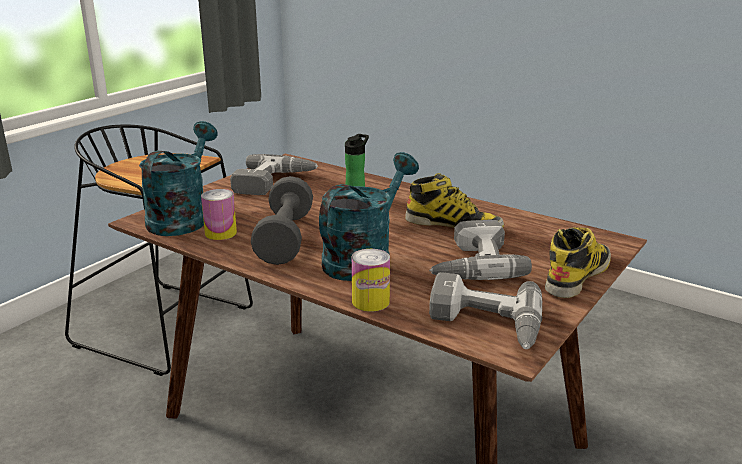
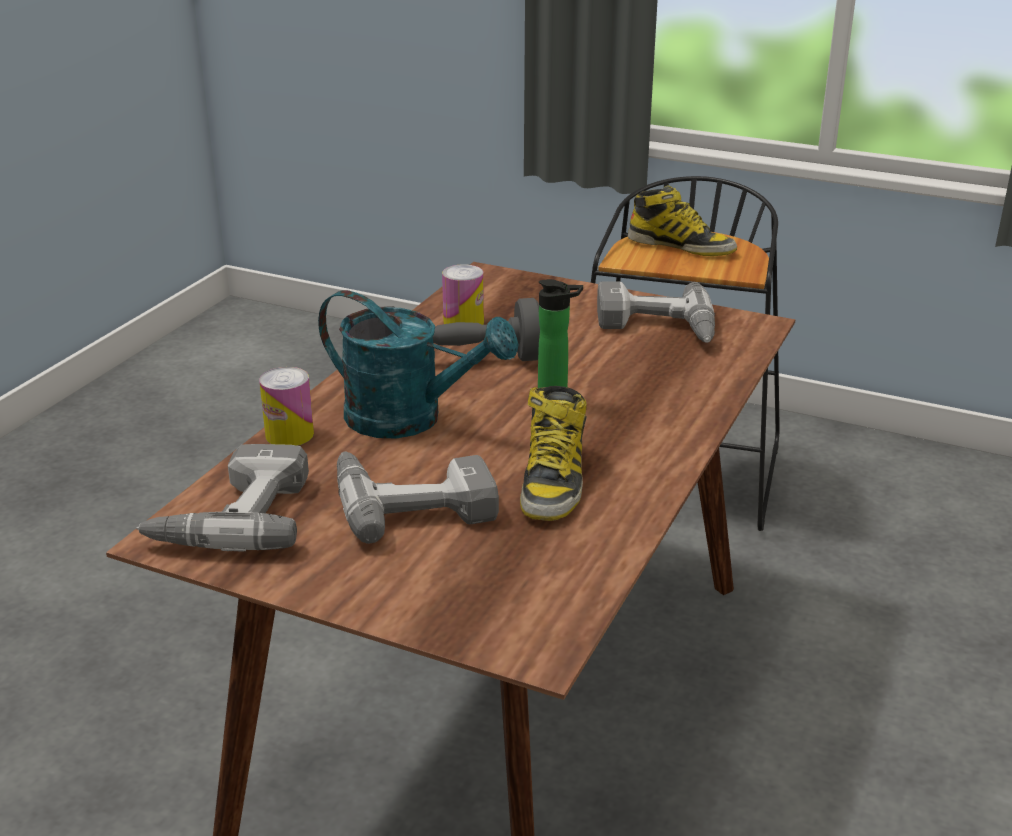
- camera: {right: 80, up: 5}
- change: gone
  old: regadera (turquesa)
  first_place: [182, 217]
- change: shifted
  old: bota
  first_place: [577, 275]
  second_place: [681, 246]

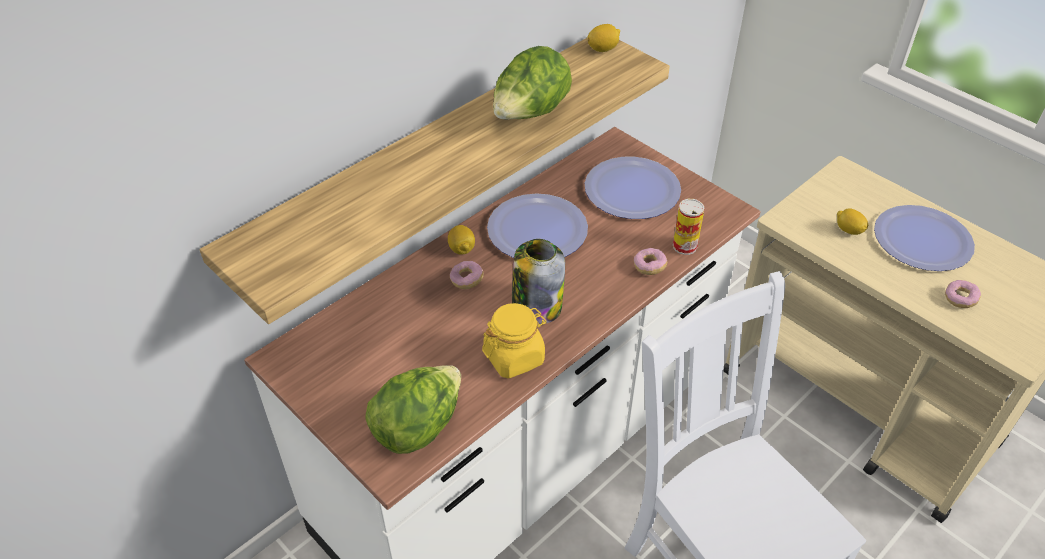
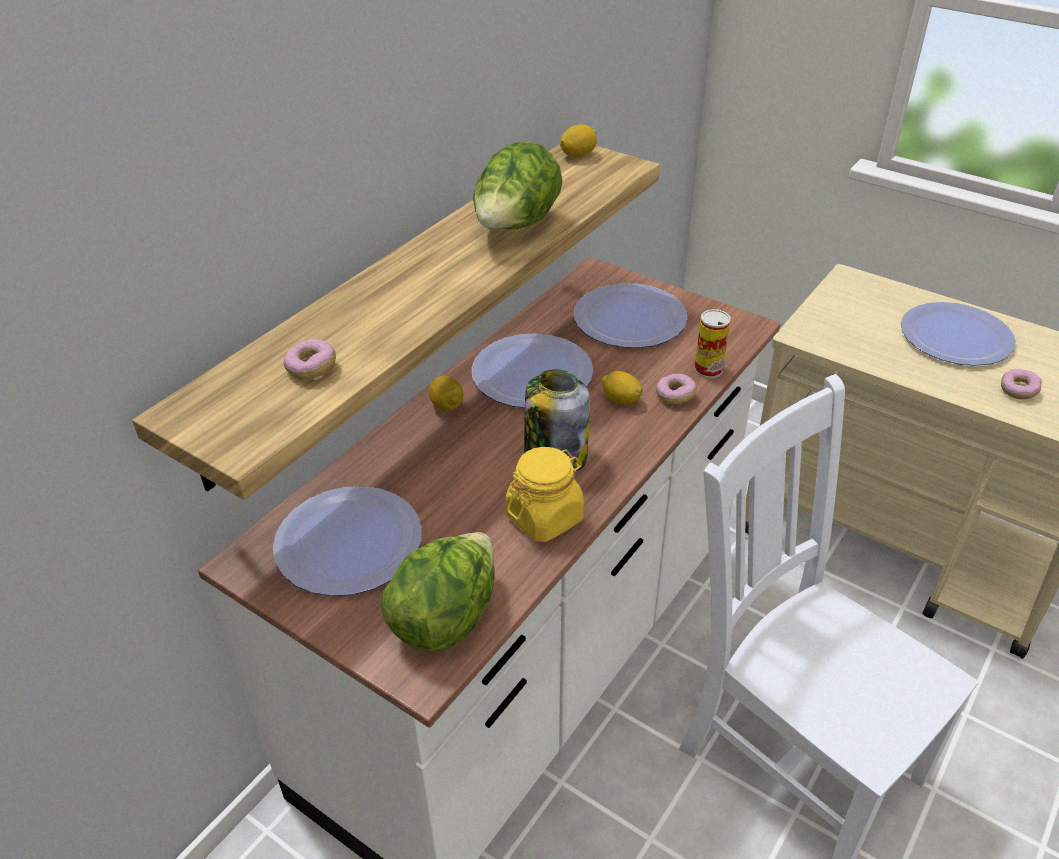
- camera: {right: -10, up: -5}
- change: new
  new: plato
  second_place: [349, 542]
- change: shifted
  old: rosquilla
  first_place: [466, 280]
  second_place: [311, 368]
- change: shifted
  old: limón
  first_place: [848, 230]
  second_place: [621, 400]

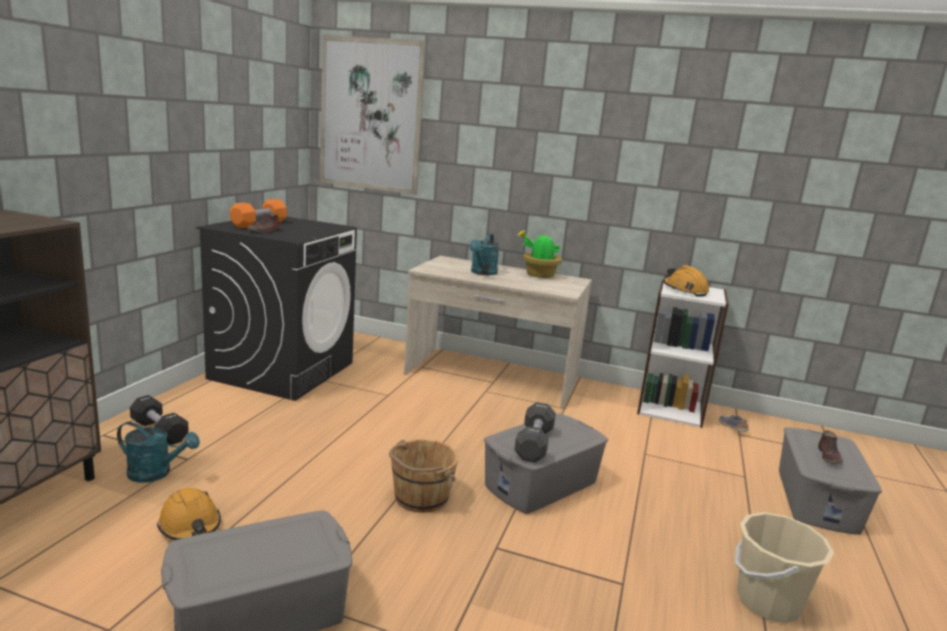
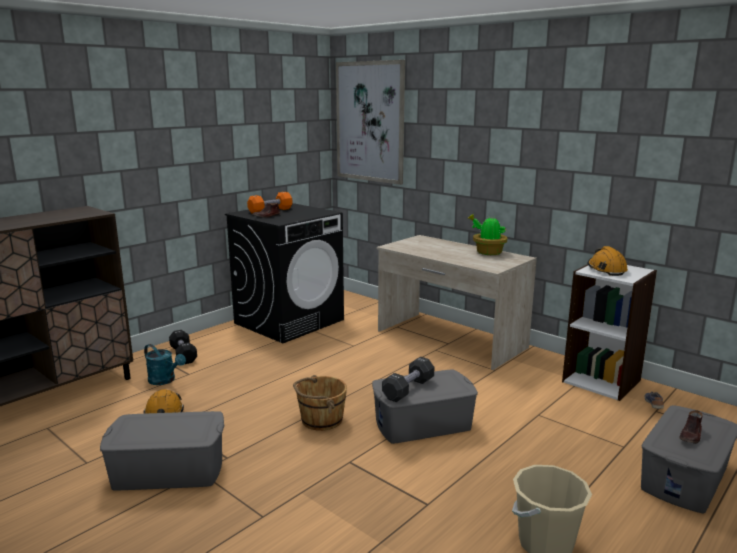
- camera: {right: 25, up: 0}
- change: gone
  old: regadera (turquesa)
  first_place: [482, 273]

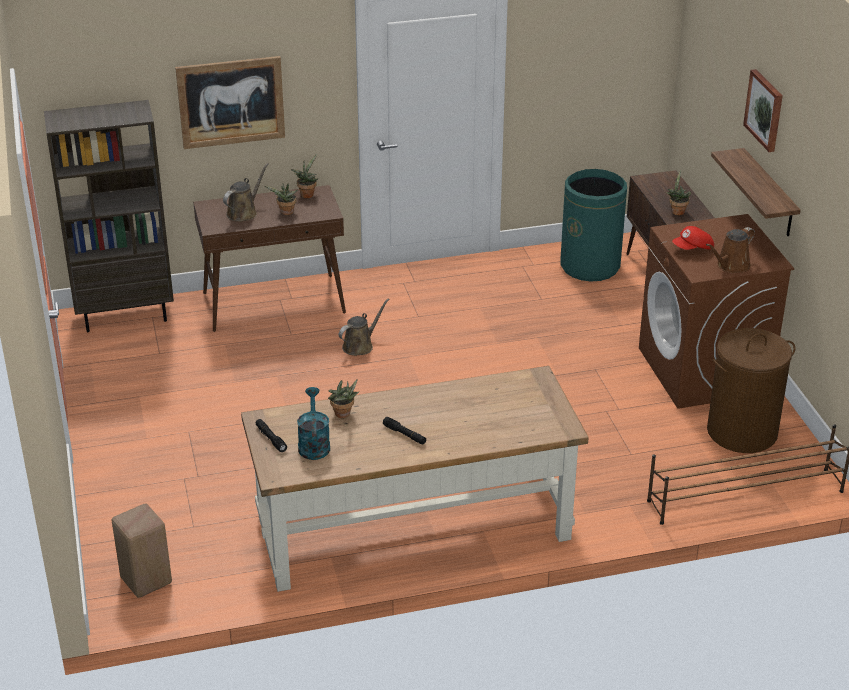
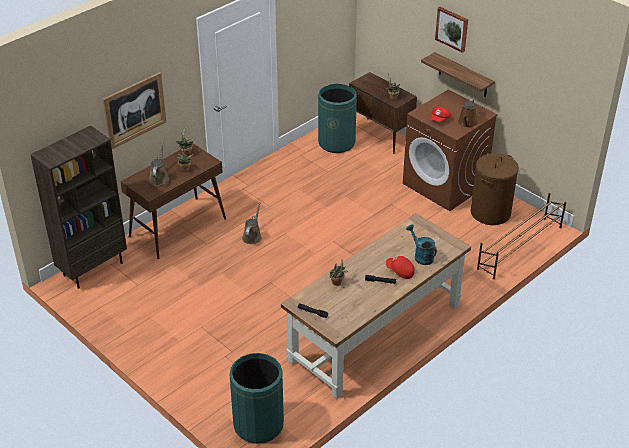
- camera: {right: -30, up: 5}
- change: new
  new: gorra (rojo)
  second_place: [400, 271]
- change: shifted
  old: regadera (turquesa)
  first_place: [313, 444]
  second_place: [421, 256]
- change: swapped
  old: taburete (beis)
  new: papelera (verde)
  first_place: [144, 580]
  second_place: [258, 425]

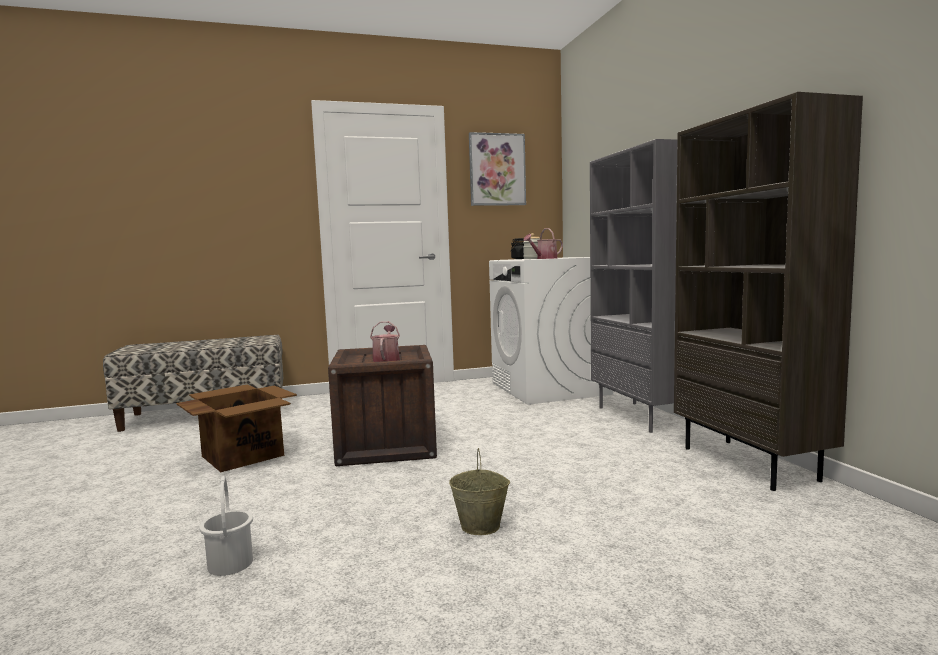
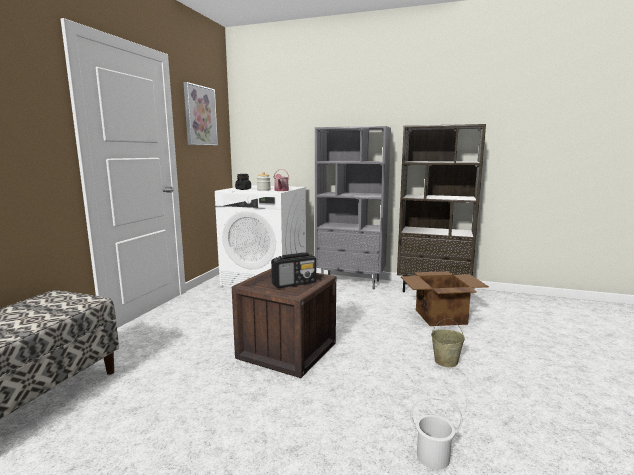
- camera: {right: -55, up: 5}
- change: shifted
  old: caja de cartón
  first_place: [242, 455]
  second_place: [439, 316]
- change: swapped
  old: regadera
  new: radio
  first_place: [386, 359]
  second_place: [294, 283]

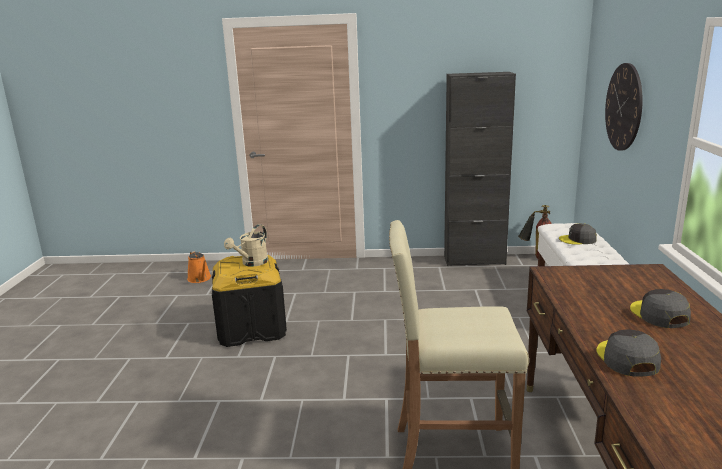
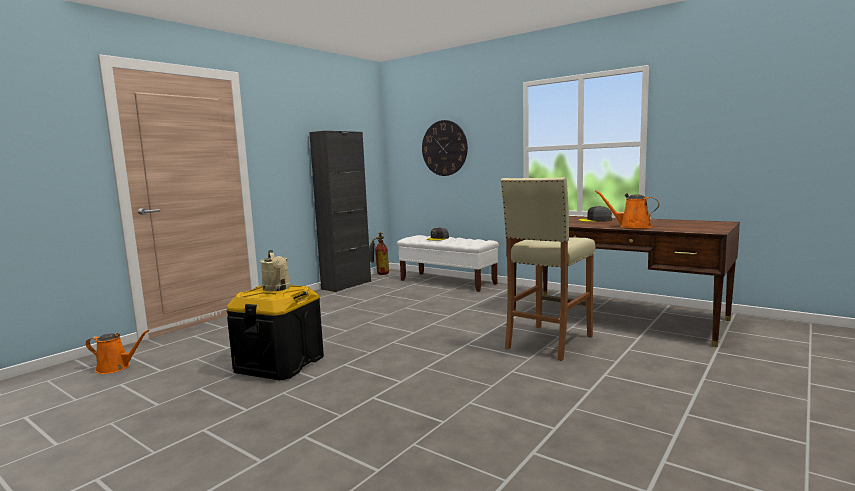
- camera: {right: -55, up: -10}
- change: swapped
  old: gorra (gris)
  new: regadera (naranja)
  first_place: [626, 359]
  second_place: [631, 226]

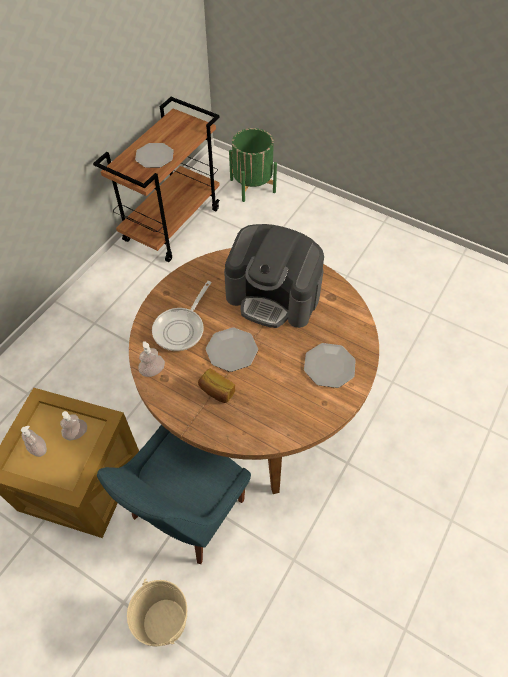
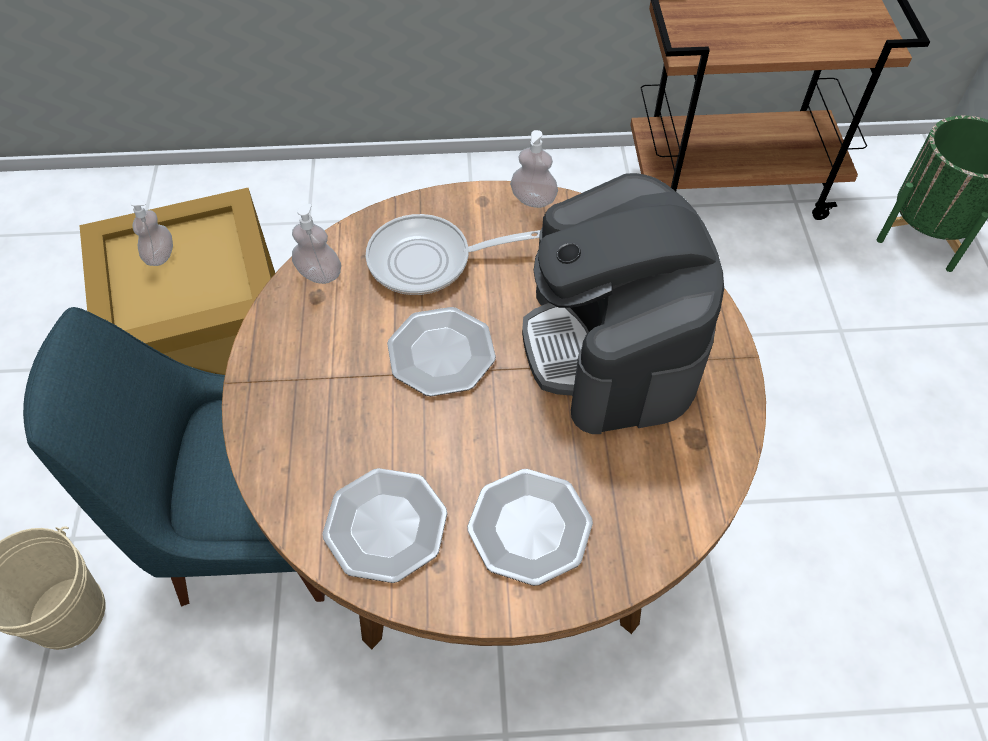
- camera: {right: 55, up: 0}
- change: gone
  old: pan
  first_place: [216, 391]
- change: shifted
  old: dispensador de jabón
  first_place: [76, 433]
  second_place: [533, 199]
- change: shifted
  old: plato
  first_place: [154, 156]
  second_place: [385, 526]

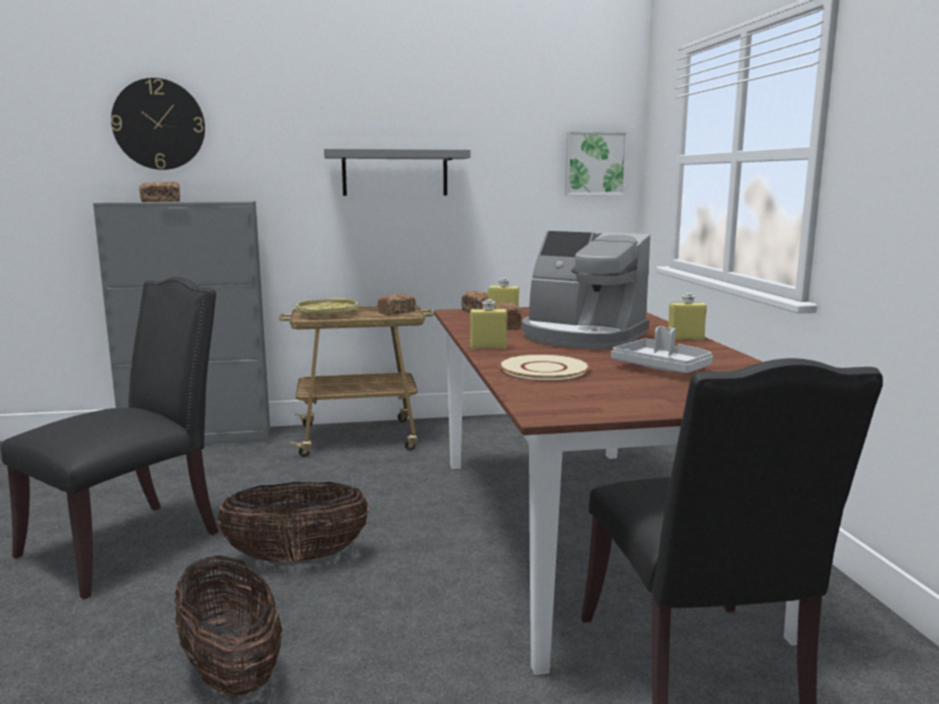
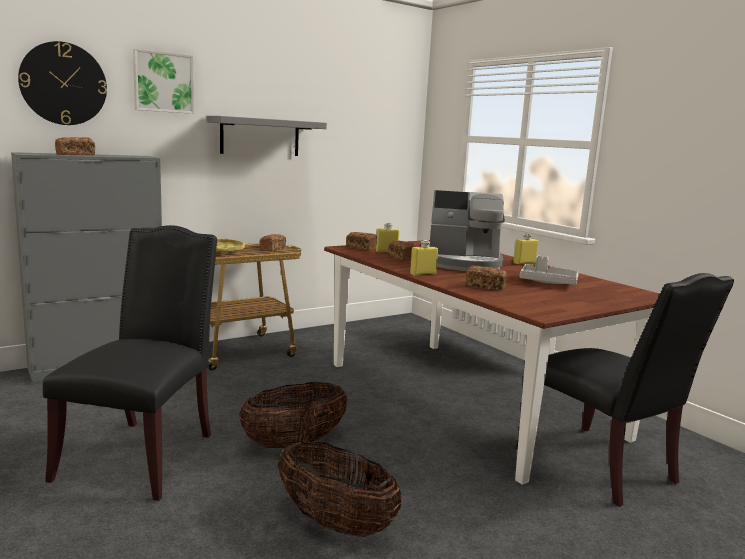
- camera: {right: -25, up: 0}
- change: shifted
  old: cuadro
  first_place: [594, 163]
  second_place: [163, 82]
- change: swapped
  old: plato (beis)
  new: pan
  first_place: [544, 369]
  second_place: [486, 287]

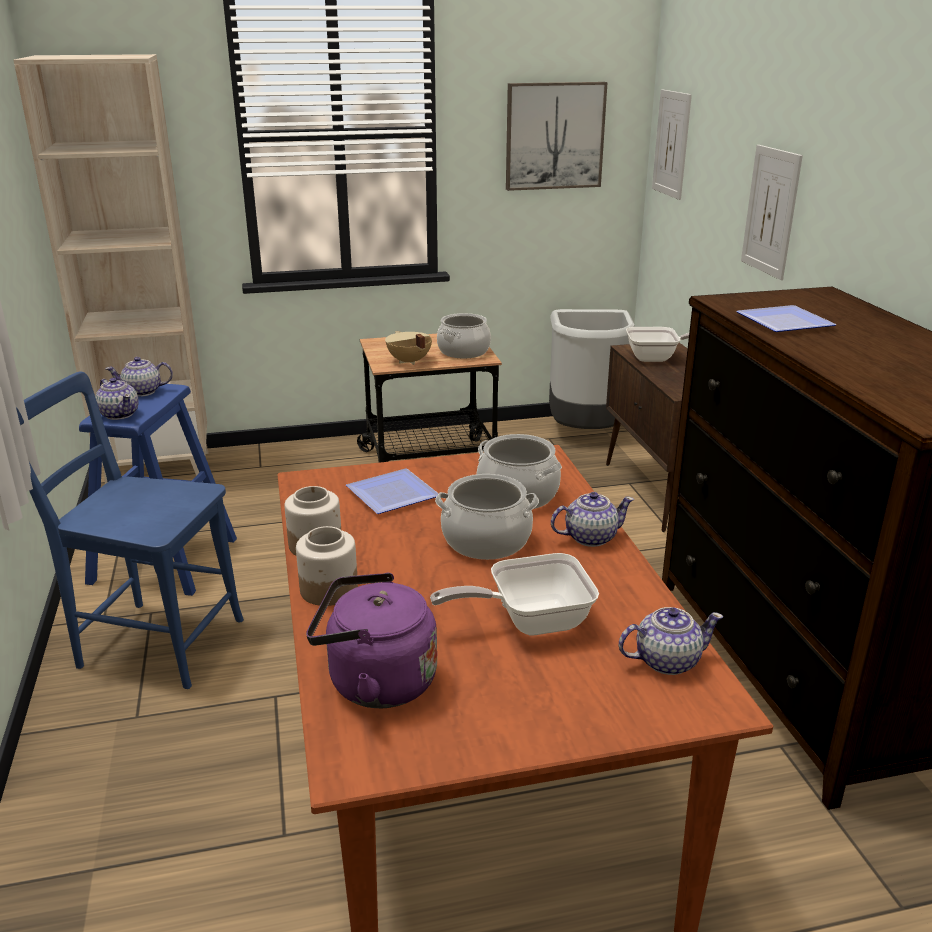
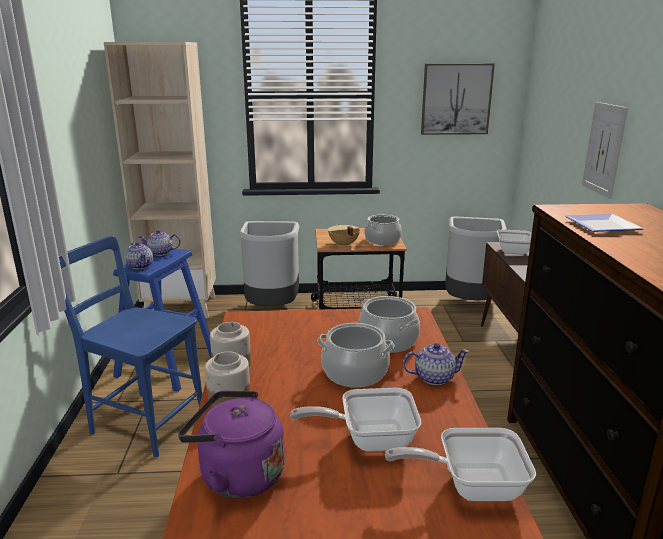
- camera: {right: 10, up: -5}
- change: gone
  old: plato
  first_place: [393, 493]
- change: gone
  old: cuadro
  first_place: [671, 144]
- change: new
  new: papelera (gris)
  second_place: [272, 309]
- change: swapped
  old: tetera
  new: sartén
  first_place: [666, 660]
  second_place: [471, 485]

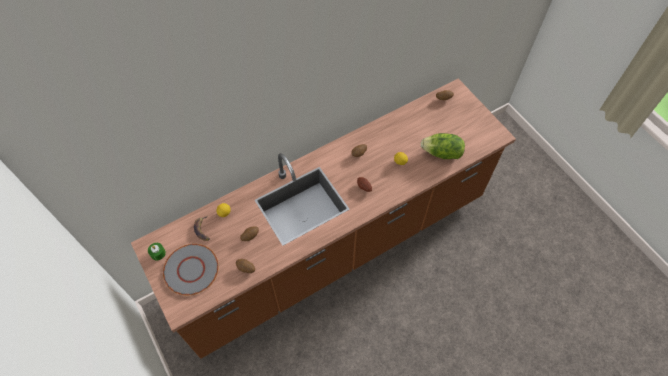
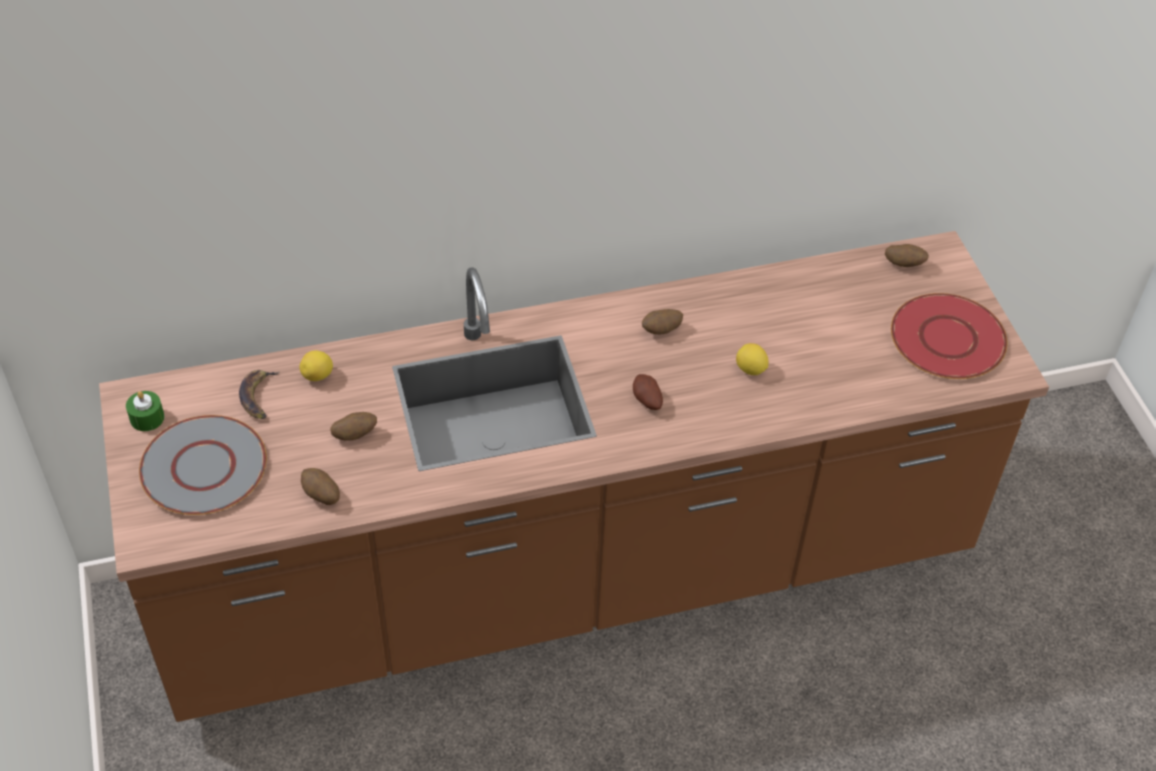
- camera: {right: 15, up: -10}
- change: gone
  old: lechuga
  first_place: [442, 153]
- change: new
  new: plato (rojo)
  second_place: [947, 339]

